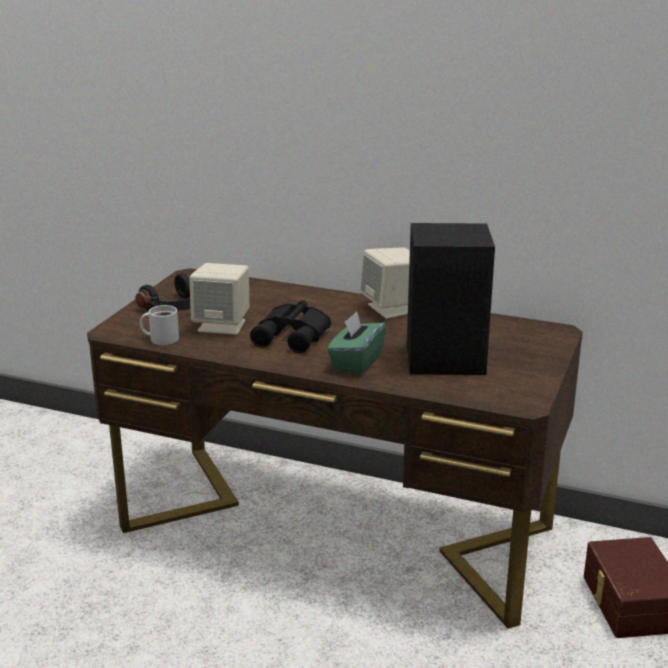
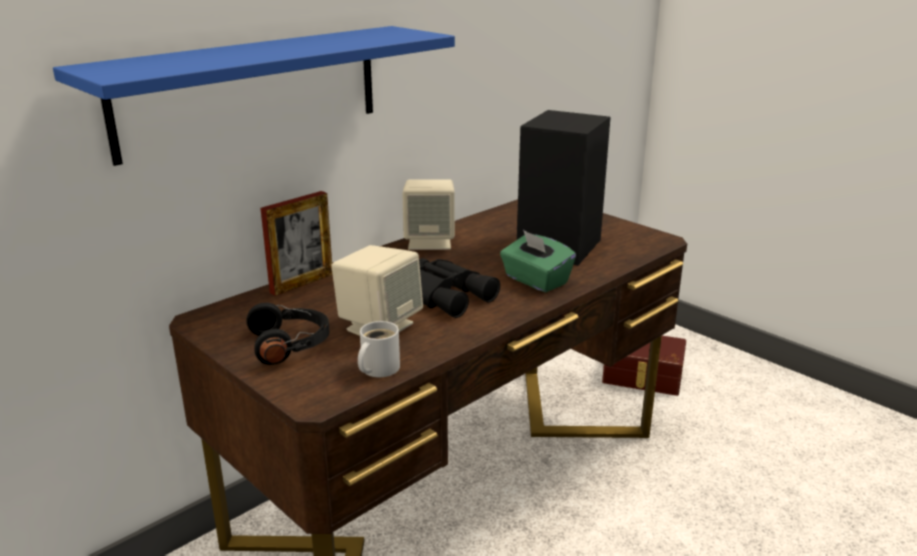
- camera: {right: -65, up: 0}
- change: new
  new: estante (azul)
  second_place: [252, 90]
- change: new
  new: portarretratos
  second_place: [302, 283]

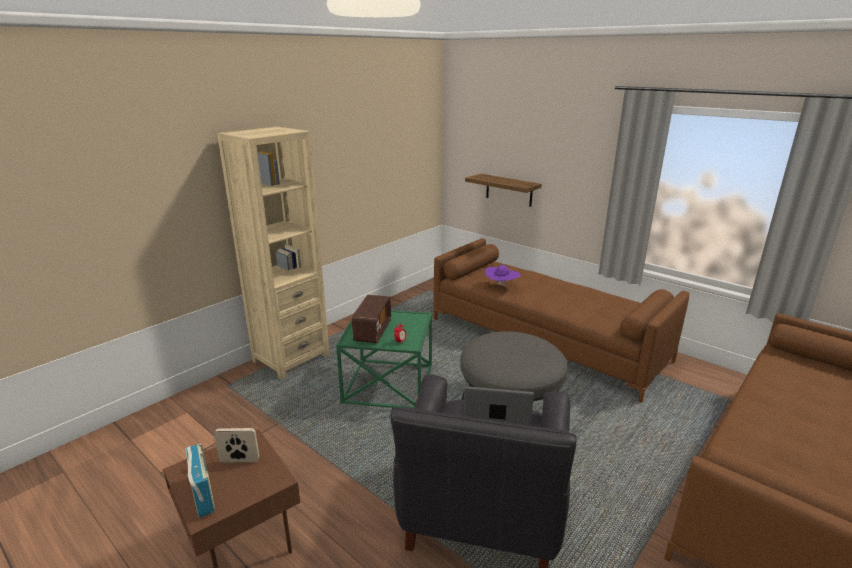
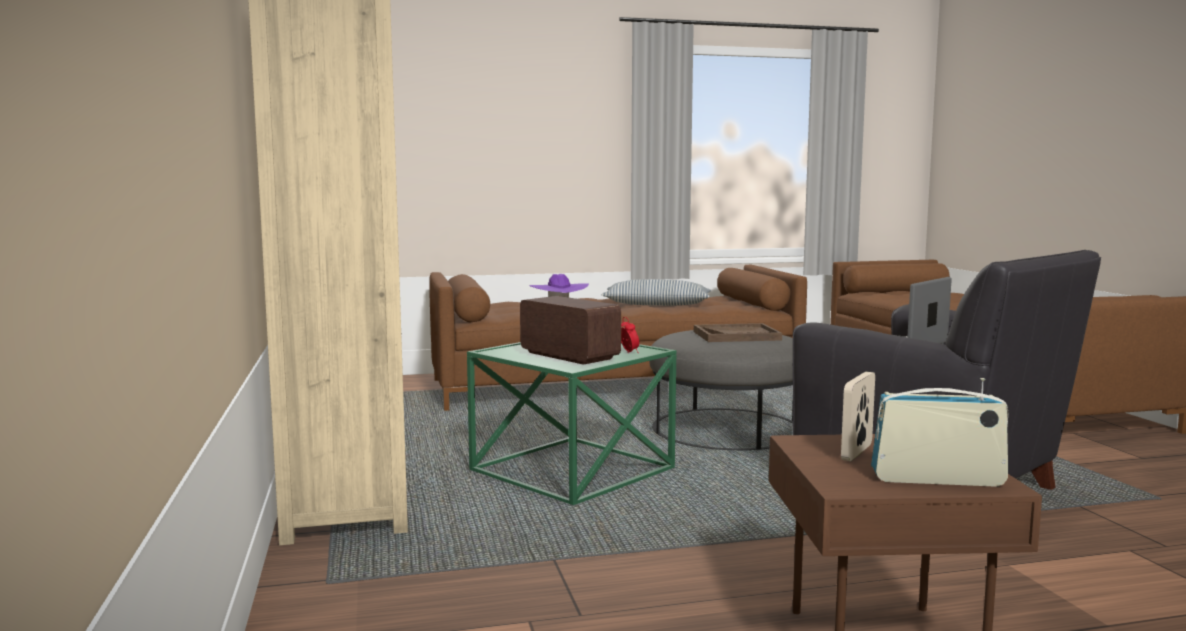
- camera: {right: -55, up: -15}
- change: gone
  old: estante
  first_place: [509, 190]
- change: new
  new: cojín
  second_place: [657, 305]
- change: new
  new: bandeja (marrón)
  second_place: [736, 336]

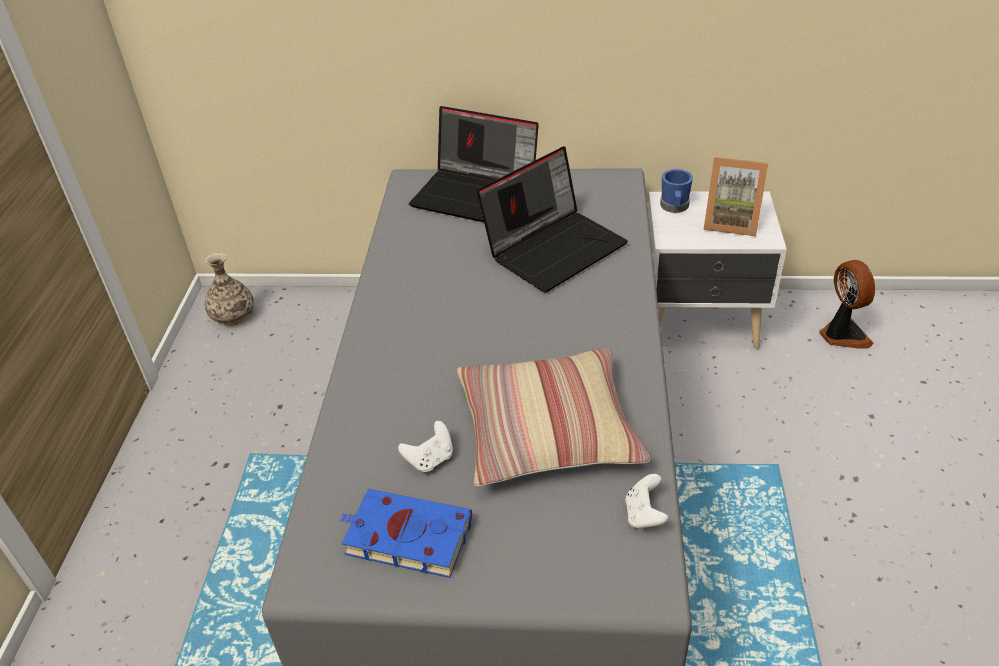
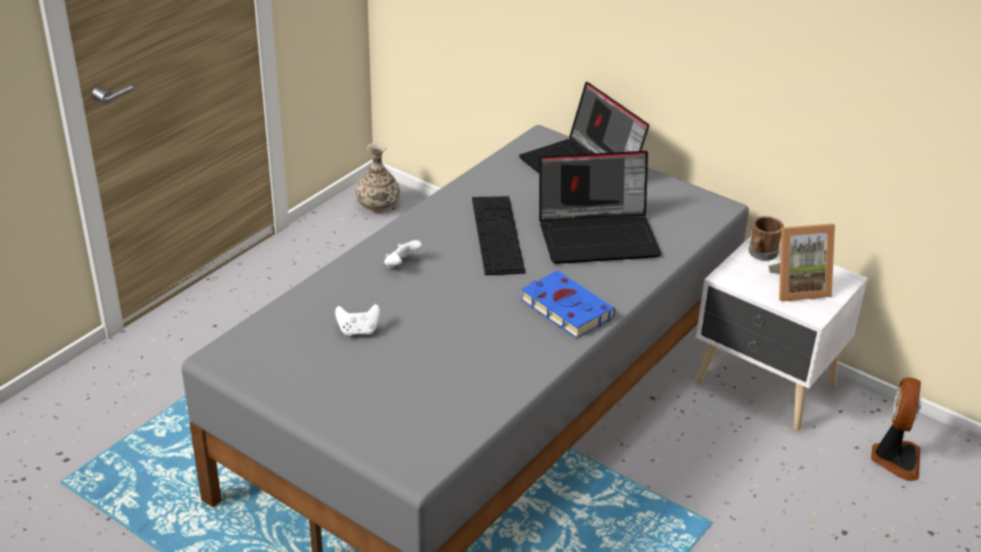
- camera: {right: 30, up: -5}
- change: gone
  old: cojín
  first_place: [548, 429]
- change: new
  new: teclado
  second_place: [497, 235]
- change: shifted
  old: libro (azul)
  first_place: [405, 536]
  second_place: [564, 307]
- change: shifted
  old: mando de consola (blanco)
  first_place: [644, 515]
  second_place: [401, 265]
- change: repainted
  old: taza grande (azul)
  new: taza grande (marrón)
  first_place: [674, 207]
  second_place: [761, 254]
- change: rotated
  old: portarretratos
  first_place: [731, 222]
  second_place: [797, 287]
  degrees: -60

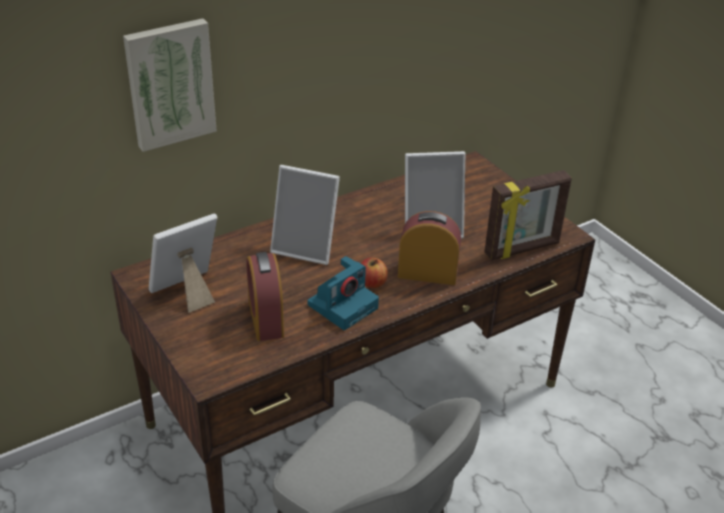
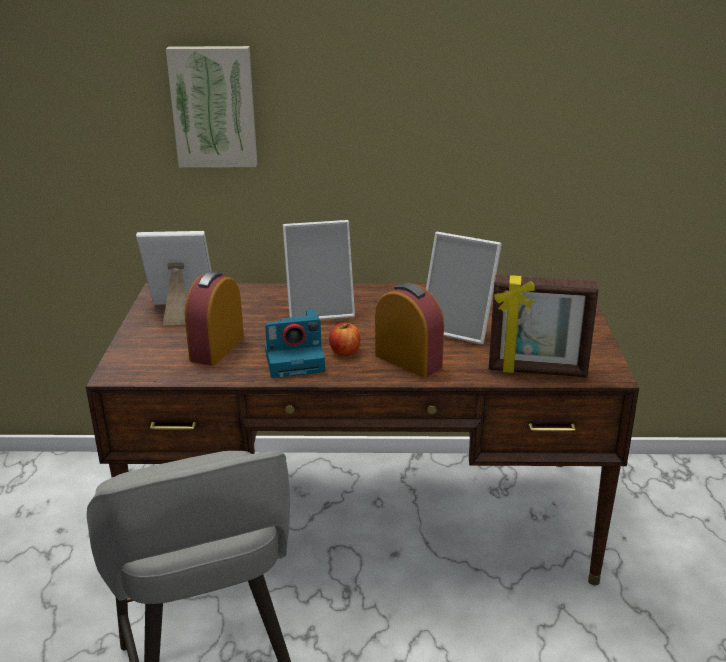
- camera: {right: 35, up: -10}
- change: rotated
  old: portarretratos
  first_place: [306, 247]
  second_place: [320, 310]
  degrees: -60

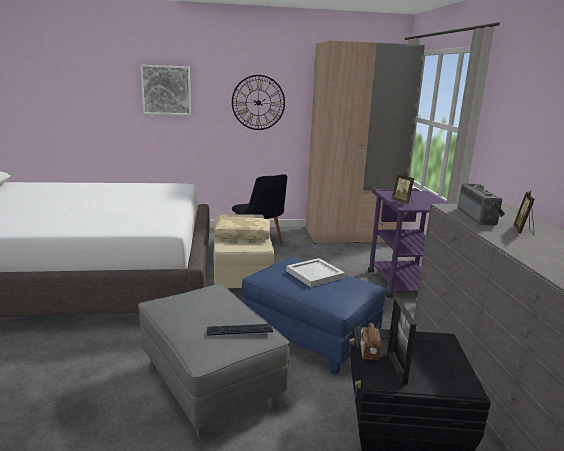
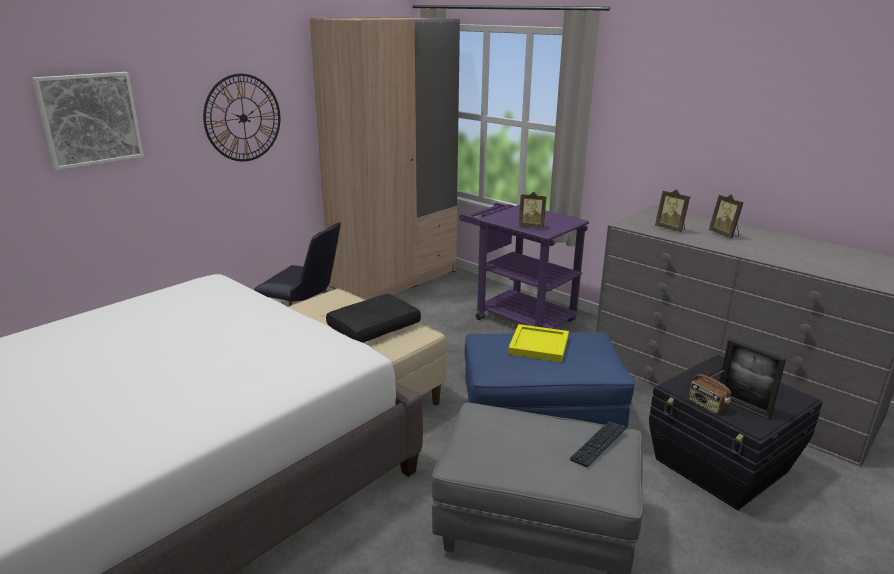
- camera: {right: -40, up: 5}
- change: swapped
  old: radio
  new: portarretratos
  first_place: [479, 217]
  second_place: [671, 229]
- change: repainted
  old: cojín (beis)
  new: cojín (negro)
  first_place: [243, 235]
  second_place: [374, 326]
- change: repainted
  old: bandeja (blanco)
  new: bandeja (amarillo)
  first_place: [315, 274]
  second_place: [538, 345]

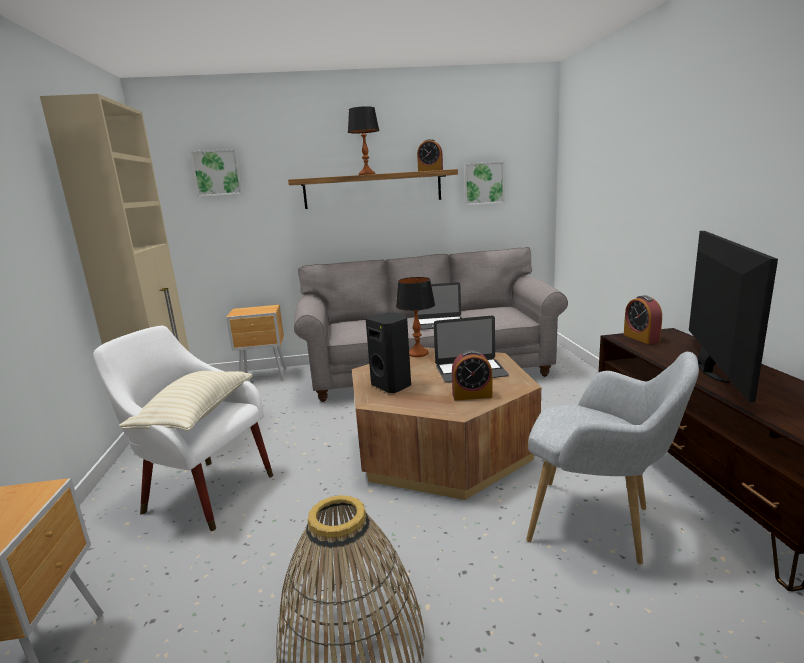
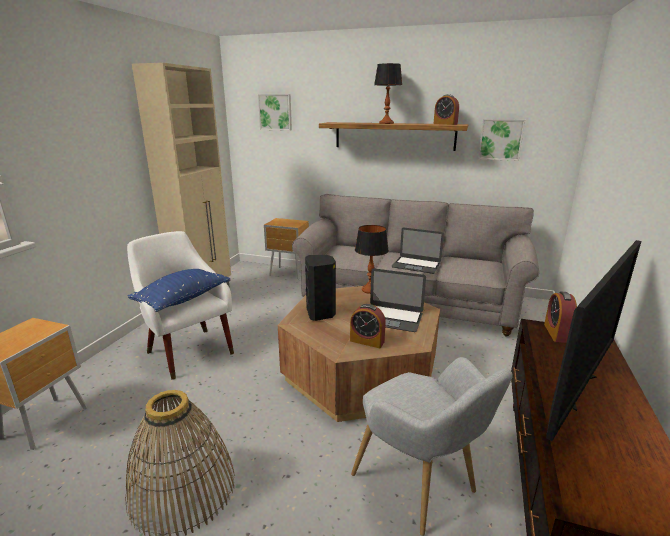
- camera: {right: 25, up: 5}
- change: repainted
  old: cojín (beis)
  new: cojín (azul)
  first_place: [196, 415]
  second_place: [183, 299]

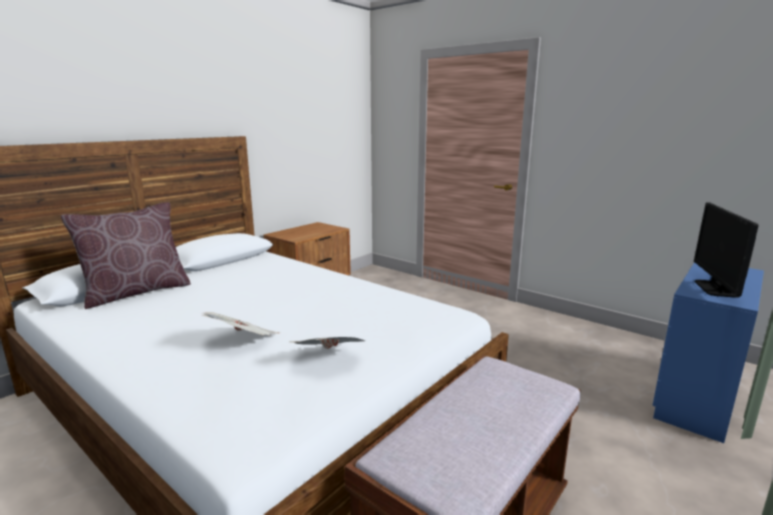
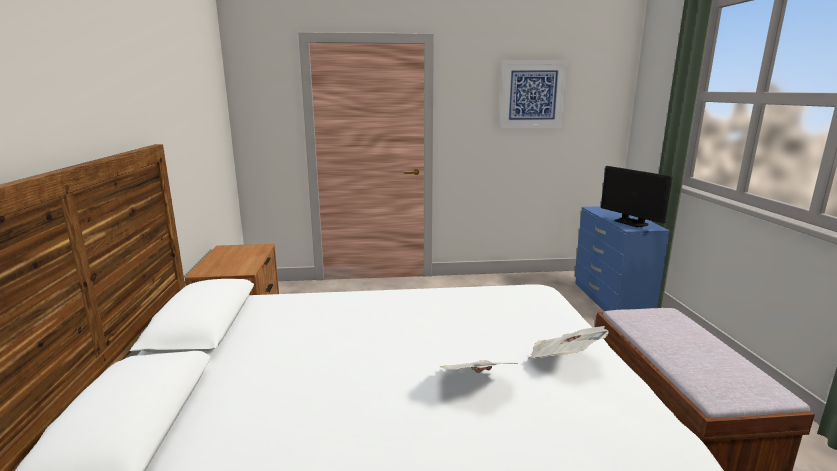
- camera: {right: -45, up: 0}
- change: gone
  old: cojín (marrón)
  first_place: [137, 292]
- change: new
  new: cuadro
  second_place: [532, 94]

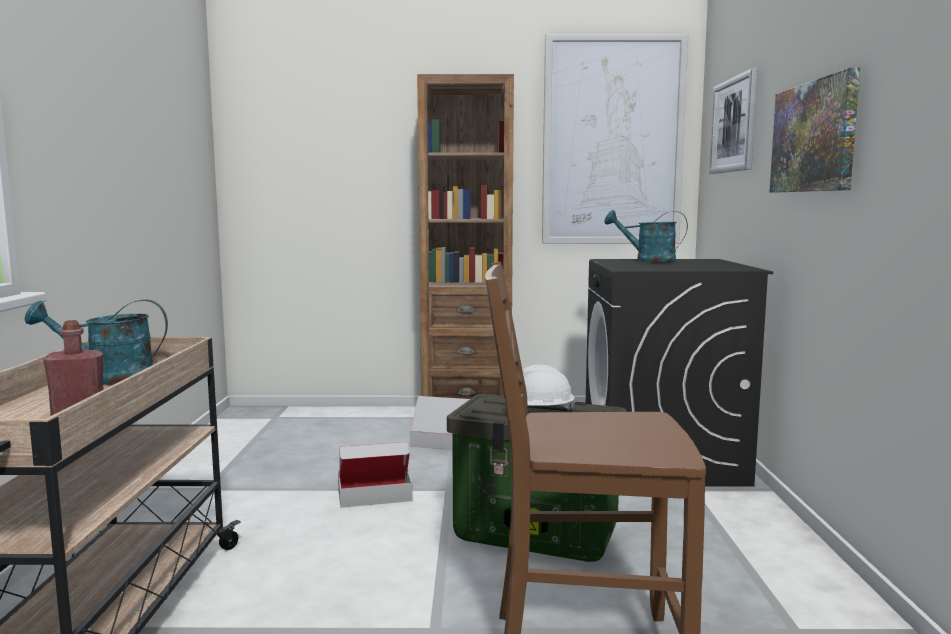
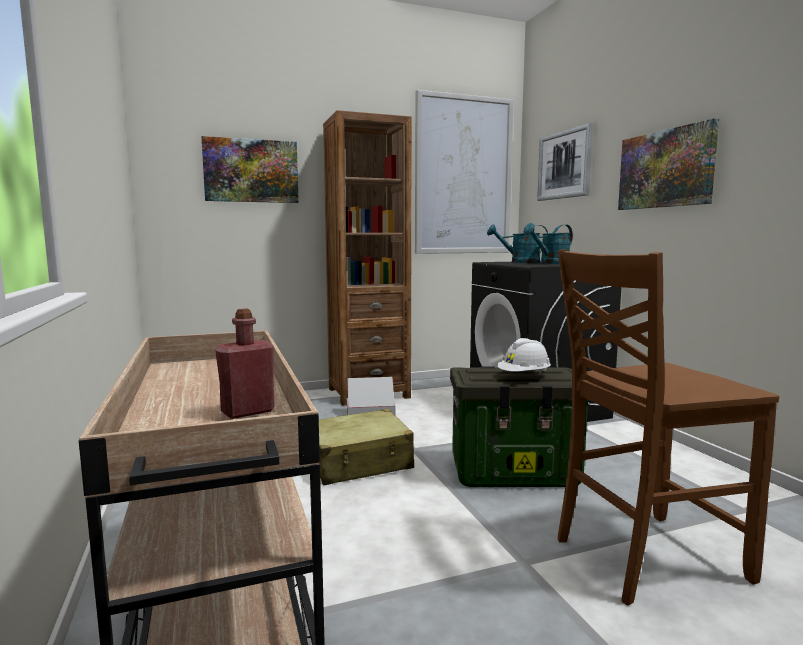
- camera: {right: -20, up: 0}
- change: new
  new: cuadro
  second_place: [251, 171]
- change: shifted
  old: regadera (turquesa)
  first_place: [109, 378]
  second_place: [551, 263]
- change: swapped
  old: caja de cartón
  new: maleta (beis)
  first_place: [375, 495]
  second_place: [359, 462]

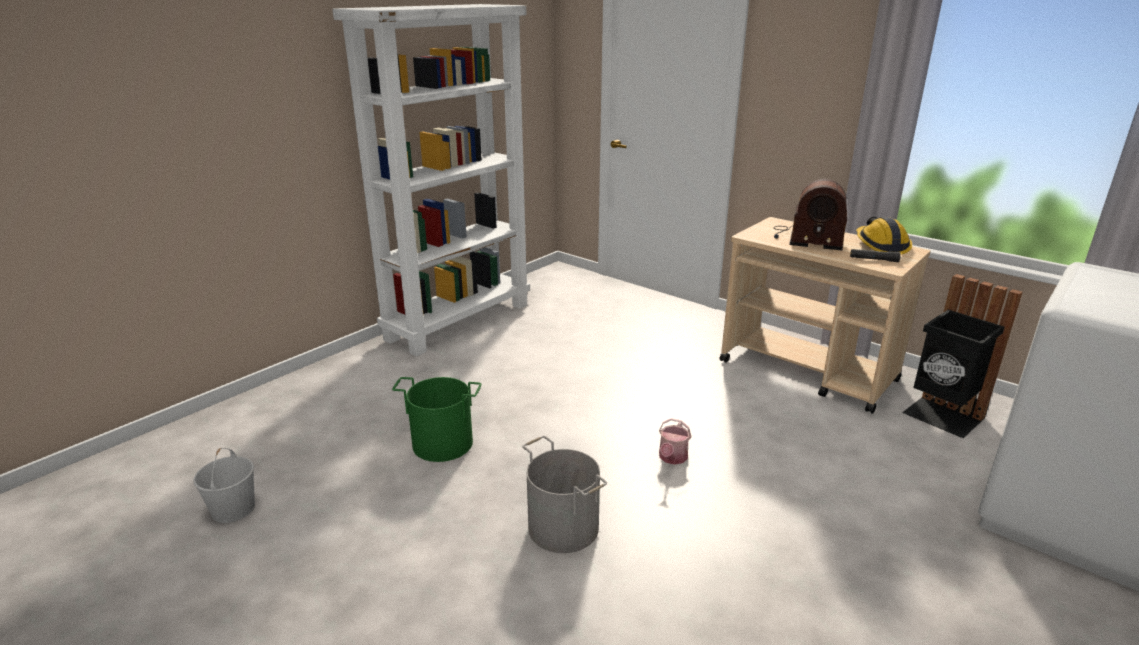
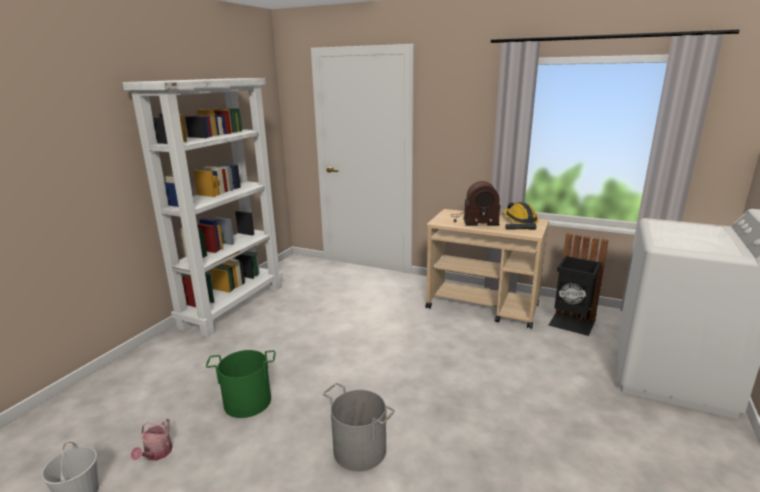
- camera: {right: -15, up: -5}
- change: shifted
  old: regadera
  first_place: [672, 458]
  second_place: [156, 454]

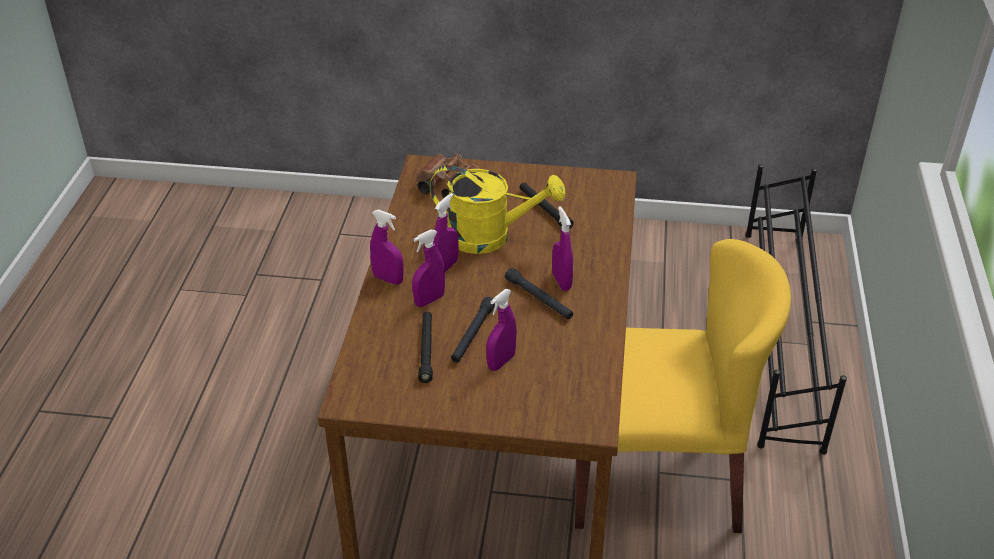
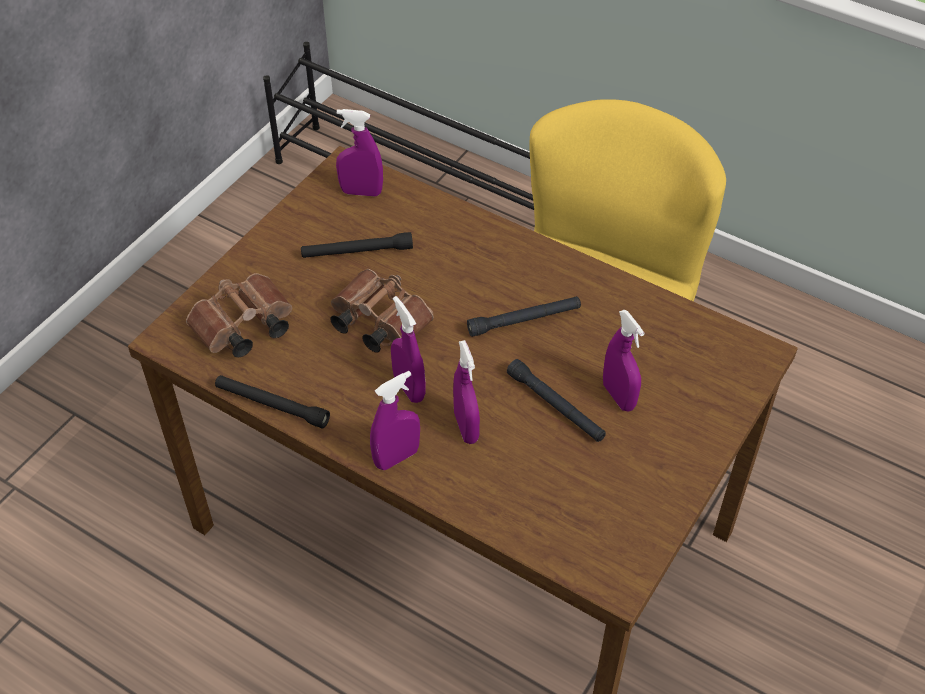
- camera: {right: -65, up: 10}
- change: shifted
  old: linterna (negro)
  first_place: [426, 350]
  second_place: [272, 405]
- change: shifted
  old: pulverizador (morado)
  first_place: [561, 282]
  second_place: [361, 192]
- change: swapped
  old: regadera (amarillo)
  new: prismáticos (marrón)
  first_place: [490, 237]
  second_place: [377, 322]

